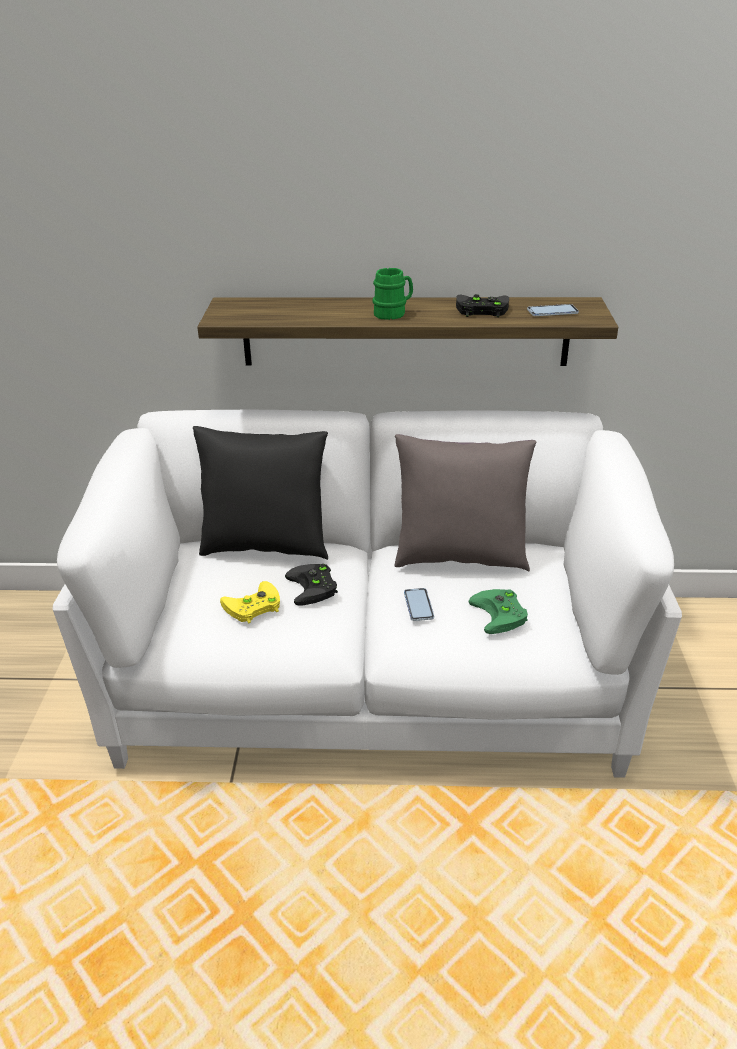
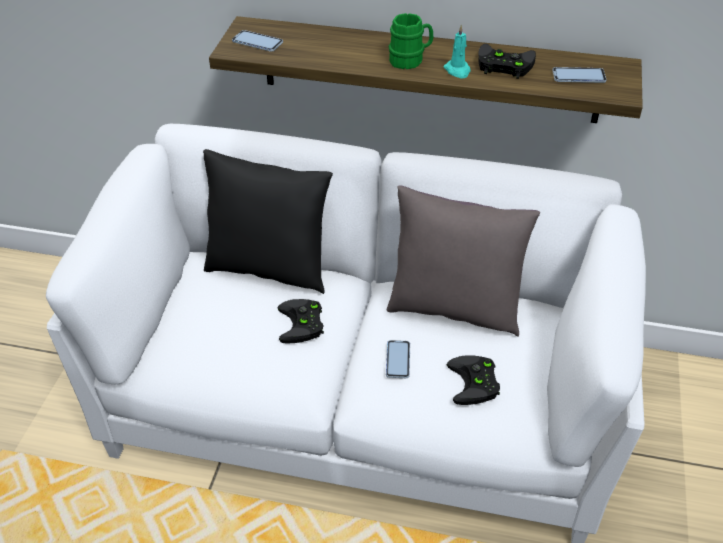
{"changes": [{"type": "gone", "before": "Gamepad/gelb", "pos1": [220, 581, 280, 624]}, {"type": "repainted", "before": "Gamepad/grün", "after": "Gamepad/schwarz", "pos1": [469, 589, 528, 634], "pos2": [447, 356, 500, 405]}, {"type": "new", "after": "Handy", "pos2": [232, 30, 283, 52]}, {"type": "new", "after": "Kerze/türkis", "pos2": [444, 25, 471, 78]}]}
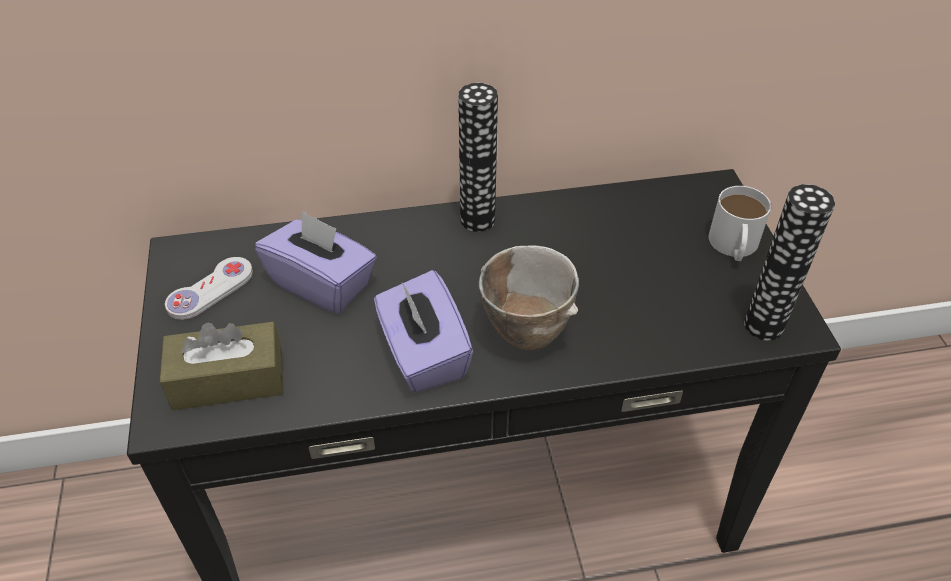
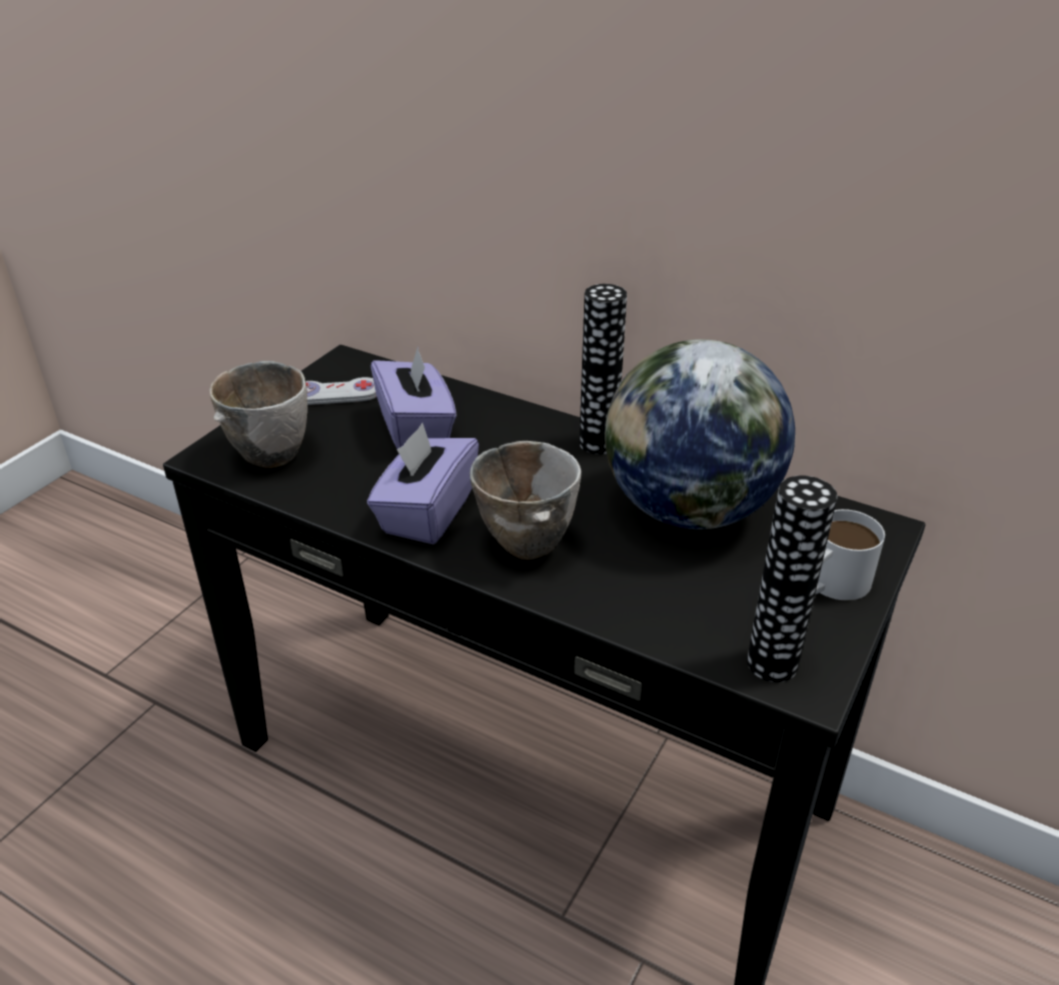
{"changes": [{"type": "swapped", "before": "Taschentuchbox/braun", "after": "Schüssel", "pos1": [159, 322, 283, 410], "pos2": [209, 361, 308, 468]}, {"type": "new", "after": "Globus", "pos2": [605, 339, 795, 529]}]}
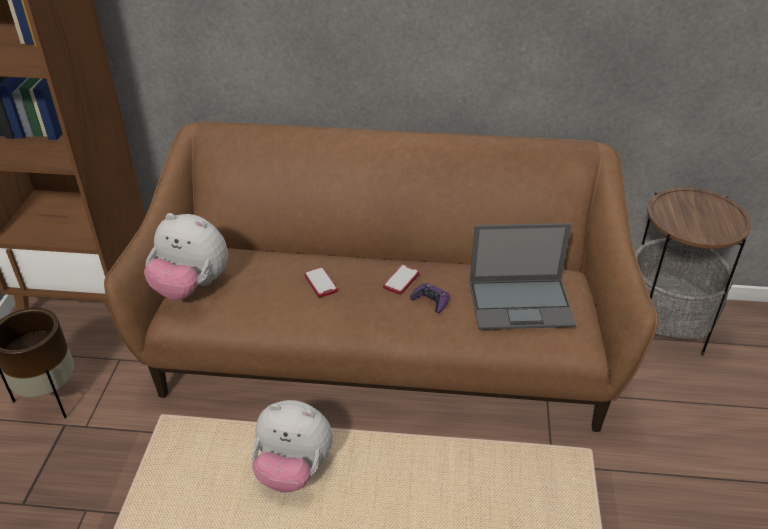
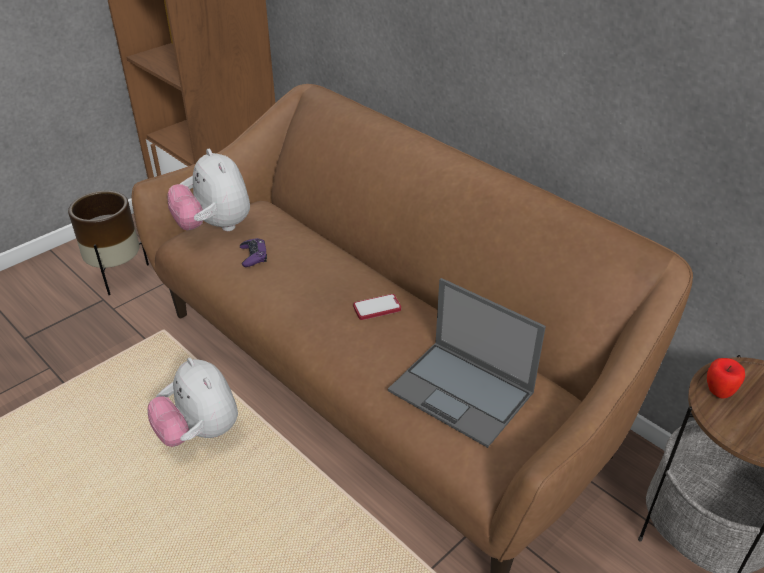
{"changes": [{"type": "gone", "before": "Handy", "pos1": [304, 267, 338, 298]}, {"type": "shifted", "before": "Gamepad/lila", "pos1": [410, 283, 449, 313], "pos2": [240, 238, 267, 267]}, {"type": "new", "after": "Apfel", "pos2": [707, 358, 745, 399]}]}
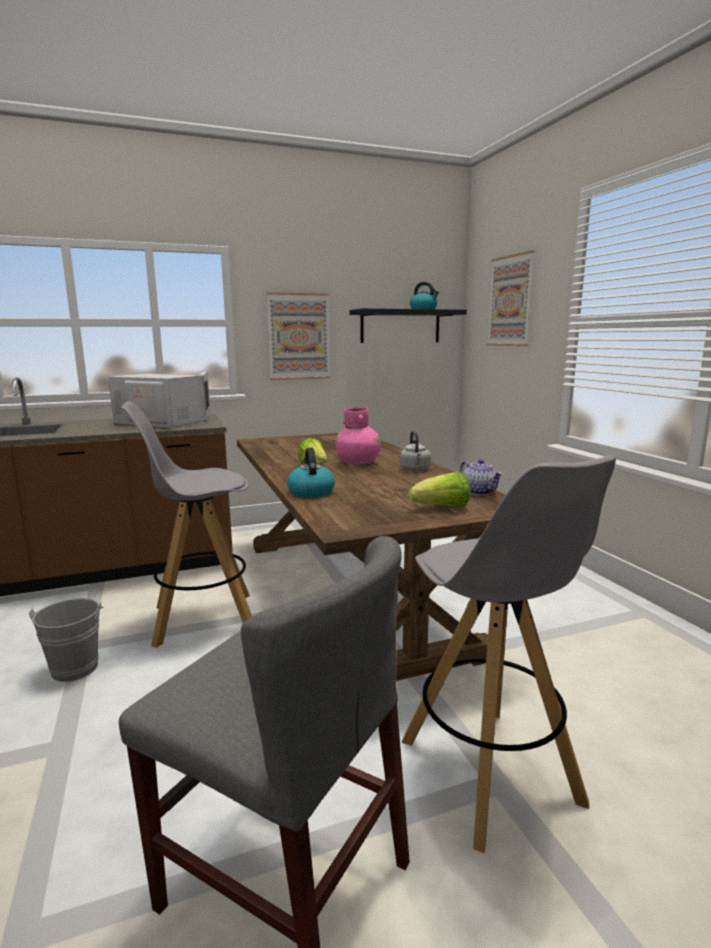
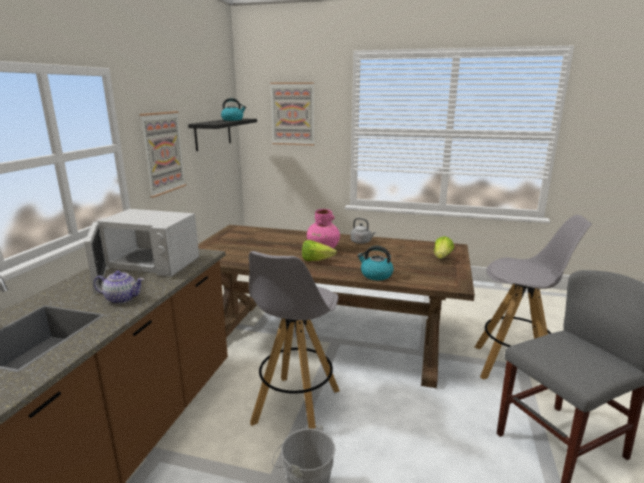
{"changes": [{"type": "rotated", "before": "Mikrowelle/weiß", "pos1": [108, 372, 211, 428], "pos2": [84, 209, 199, 294], "turn": -135}, {"type": "shifted", "before": "Teekanne", "pos1": [460, 459, 503, 495], "pos2": [94, 271, 144, 304]}]}
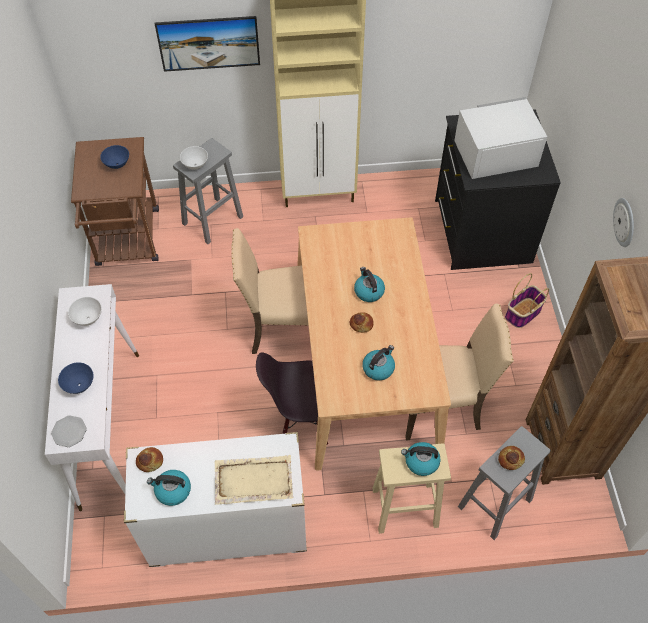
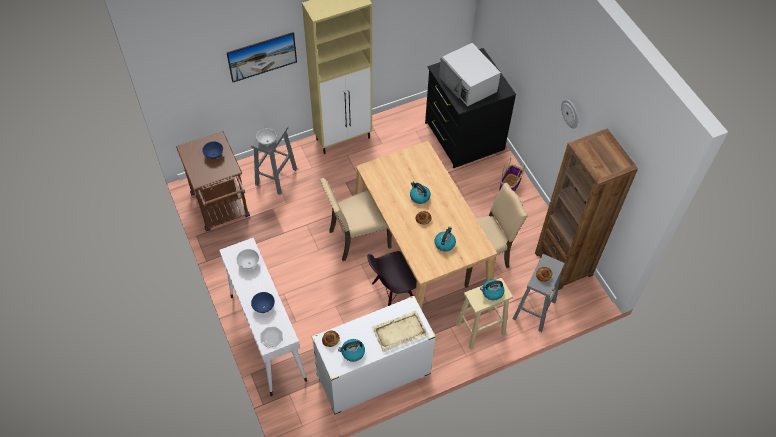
{"changes": [{"type": "rotated", "before": "Mikrowelle/weiß", "pos1": [454, 97, 547, 179], "pos2": [439, 43, 501, 106], "turn": -90}]}
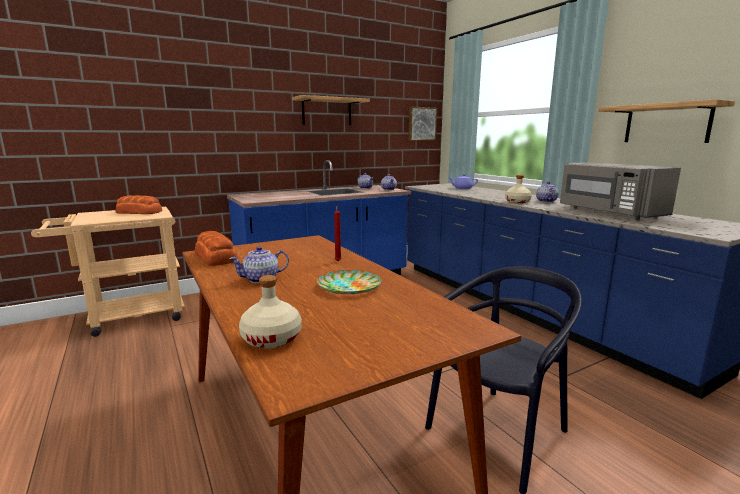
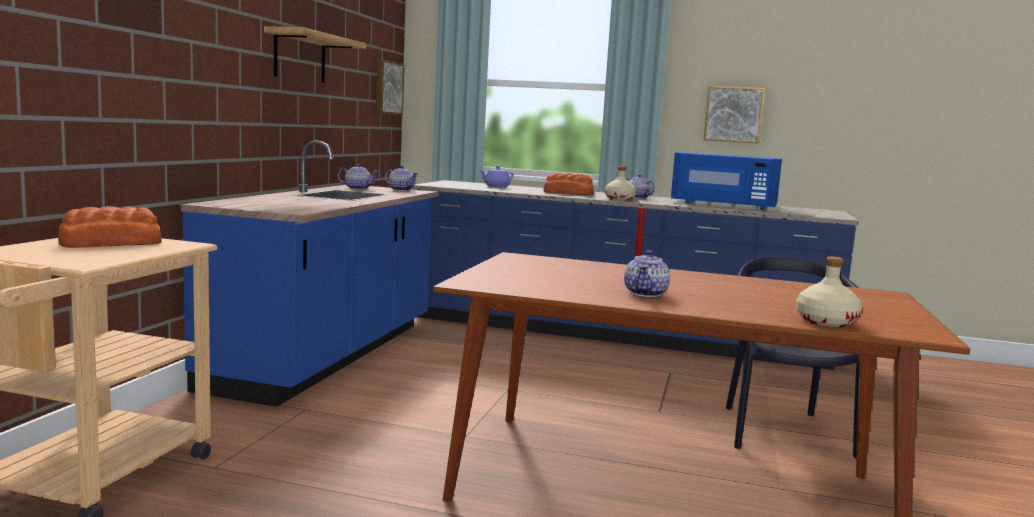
{"changes": [{"type": "shifted", "before": "Brot", "pos1": [195, 231, 238, 266], "pos2": [543, 172, 594, 196]}, {"type": "gone", "before": "Teller", "pos1": [317, 270, 382, 294]}, {"type": "repainted", "before": "Mikrowelle/grau", "after": "Mikrowelle/blau", "pos1": [560, 162, 681, 220], "pos2": [671, 152, 782, 210]}, {"type": "swapped", "before": "Wandregal", "after": "Bild", "pos1": [599, 99, 735, 143], "pos2": [704, 86, 765, 143]}]}
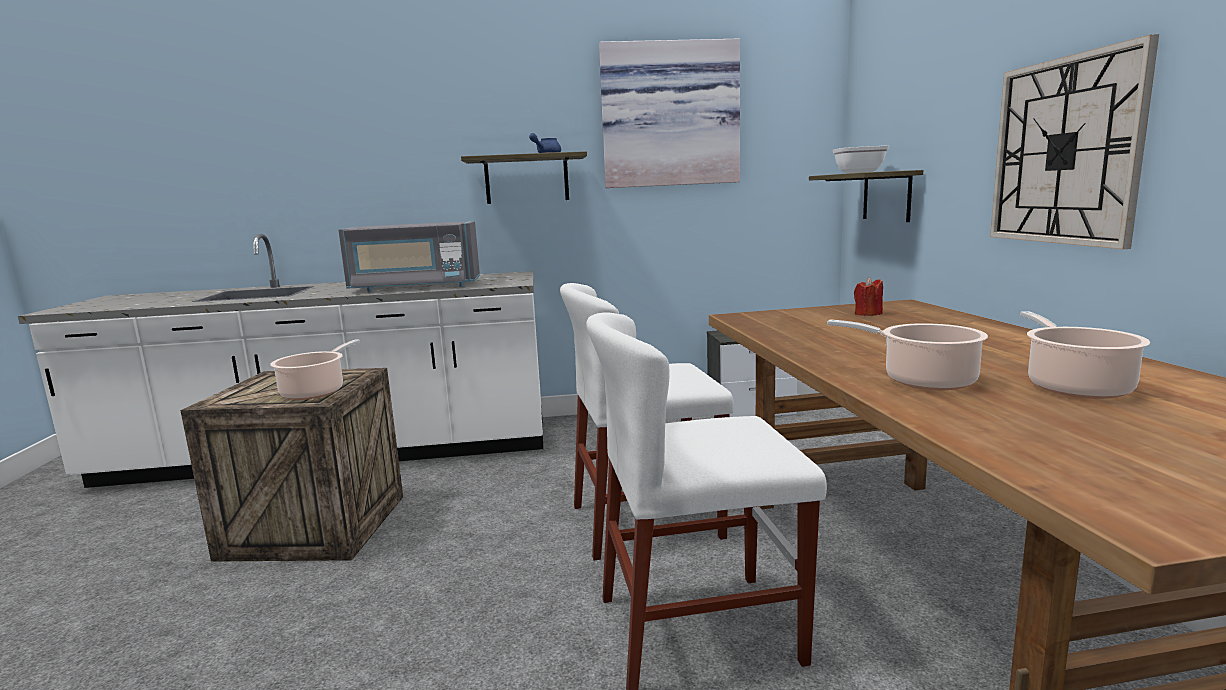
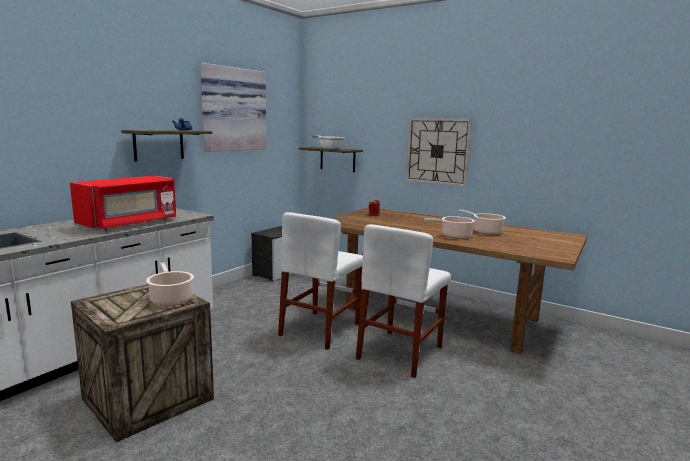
{"changes": [{"type": "repainted", "before": "Mikrowelle/grau", "after": "Mikrowelle/rot", "pos1": [338, 221, 480, 292], "pos2": [70, 175, 176, 231]}]}
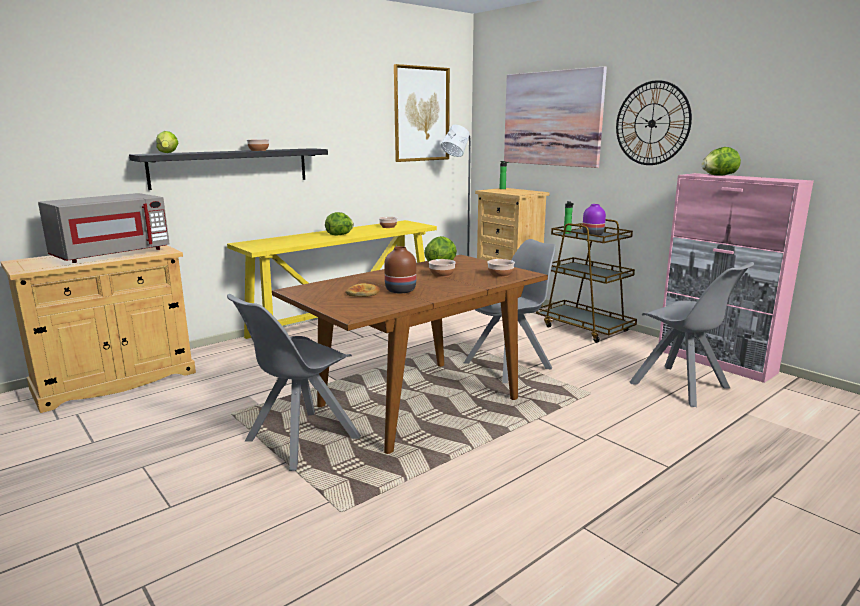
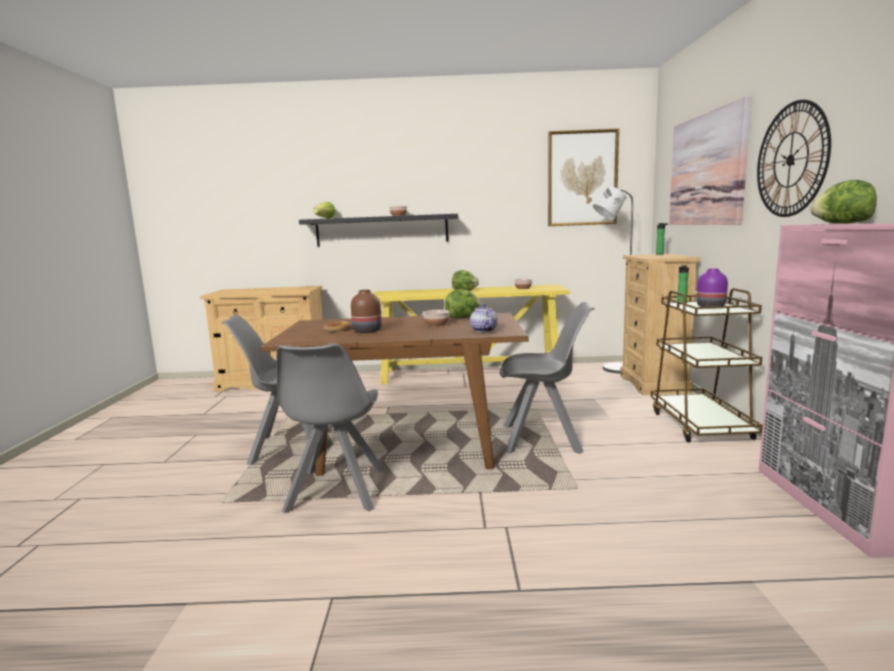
{"changes": [{"type": "gone", "before": "Mikrowelle/grau", "pos1": [38, 193, 170, 263]}, {"type": "swapped", "before": "Schüssel", "after": "Teekanne", "pos1": [488, 259, 515, 277], "pos2": [470, 304, 498, 332]}, {"type": "shifted", "before": "Stuhl/grau", "pos1": [630, 262, 754, 407], "pos2": [276, 344, 385, 513]}]}
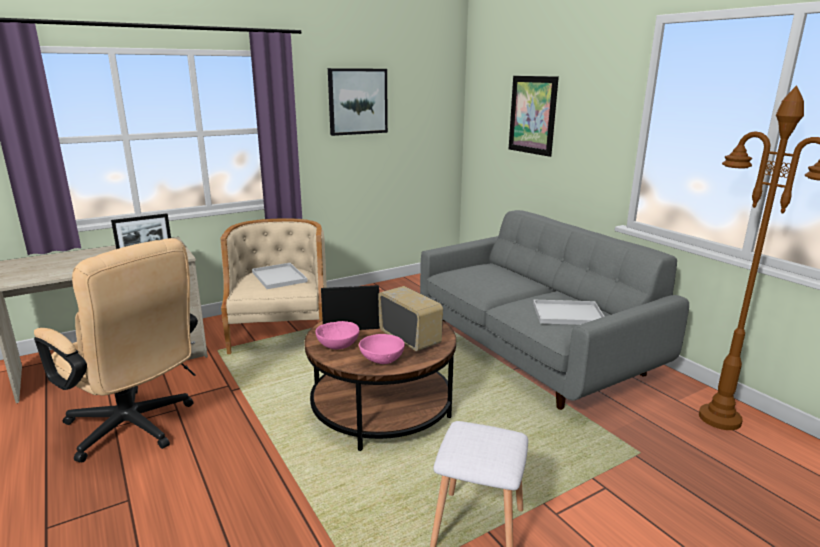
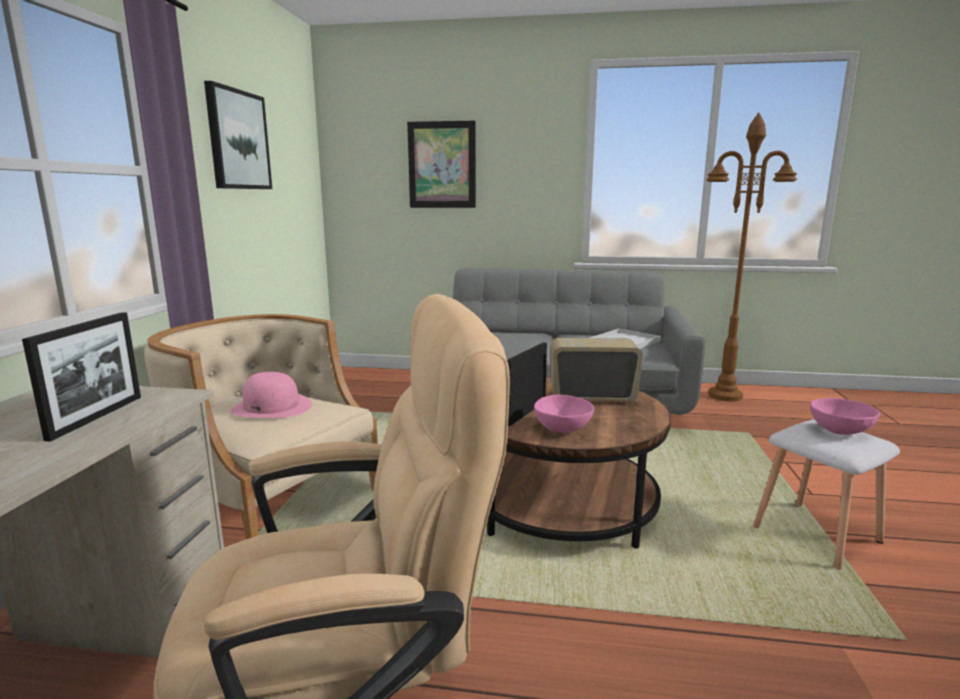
{"changes": [{"type": "swapped", "before": "Tablett/weiß", "after": "Hut/rosa", "pos1": [252, 263, 308, 289], "pos2": [231, 372, 312, 418]}, {"type": "shifted", "before": "Schüssel/rosa", "pos1": [359, 334, 405, 364], "pos2": [810, 398, 881, 435]}]}
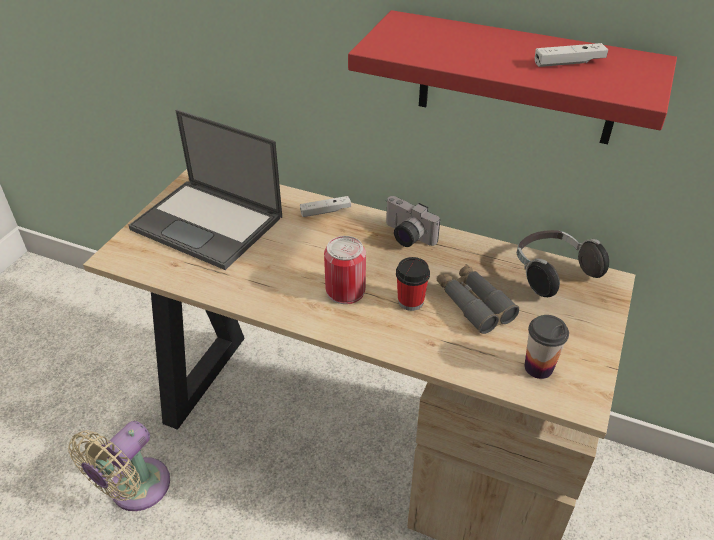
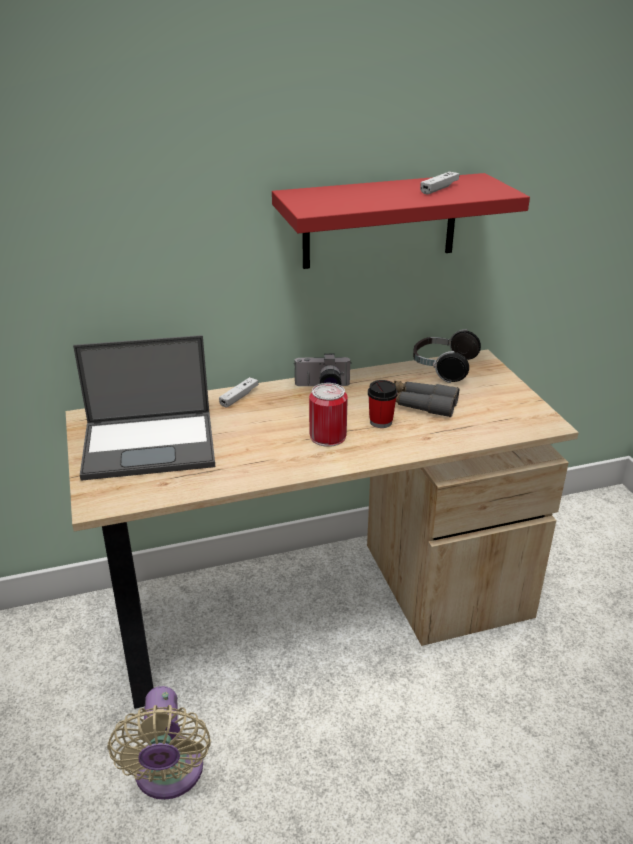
{"changes": [{"type": "gone", "before": "Tasse", "pos1": [524, 315, 569, 379]}]}
